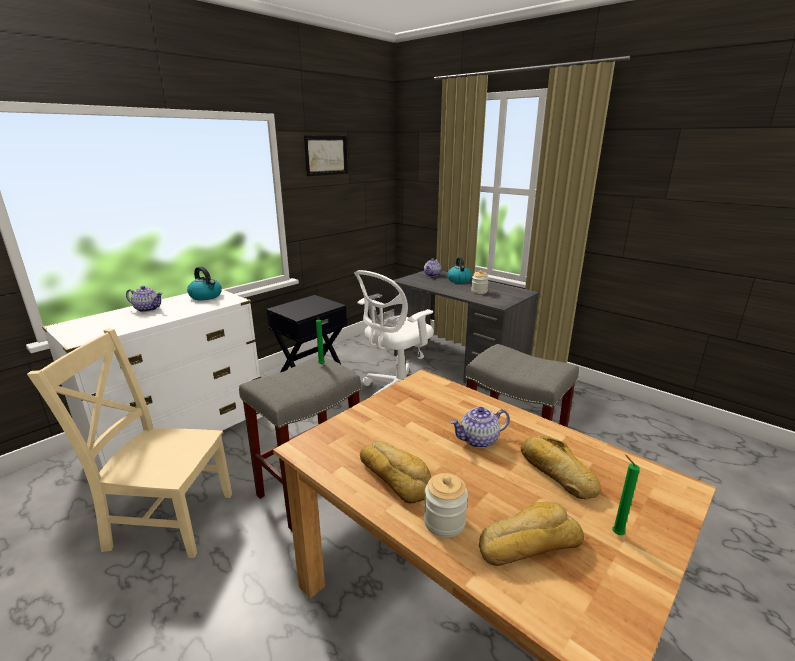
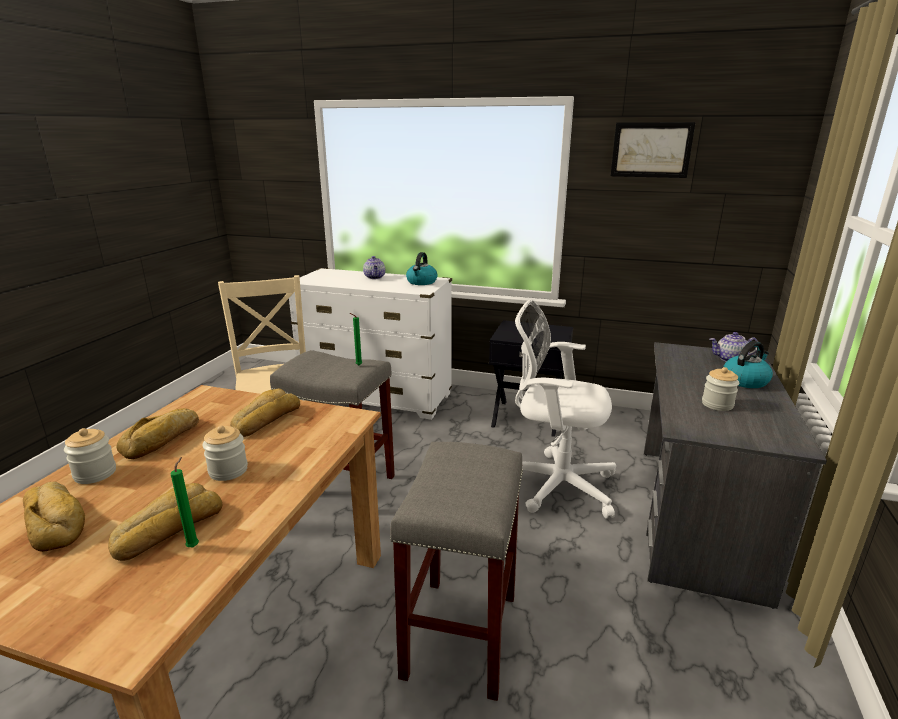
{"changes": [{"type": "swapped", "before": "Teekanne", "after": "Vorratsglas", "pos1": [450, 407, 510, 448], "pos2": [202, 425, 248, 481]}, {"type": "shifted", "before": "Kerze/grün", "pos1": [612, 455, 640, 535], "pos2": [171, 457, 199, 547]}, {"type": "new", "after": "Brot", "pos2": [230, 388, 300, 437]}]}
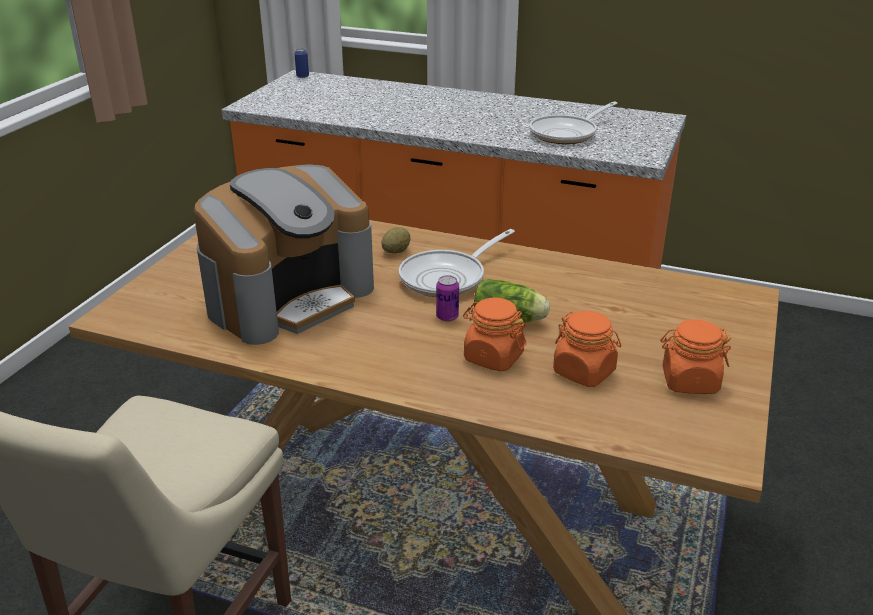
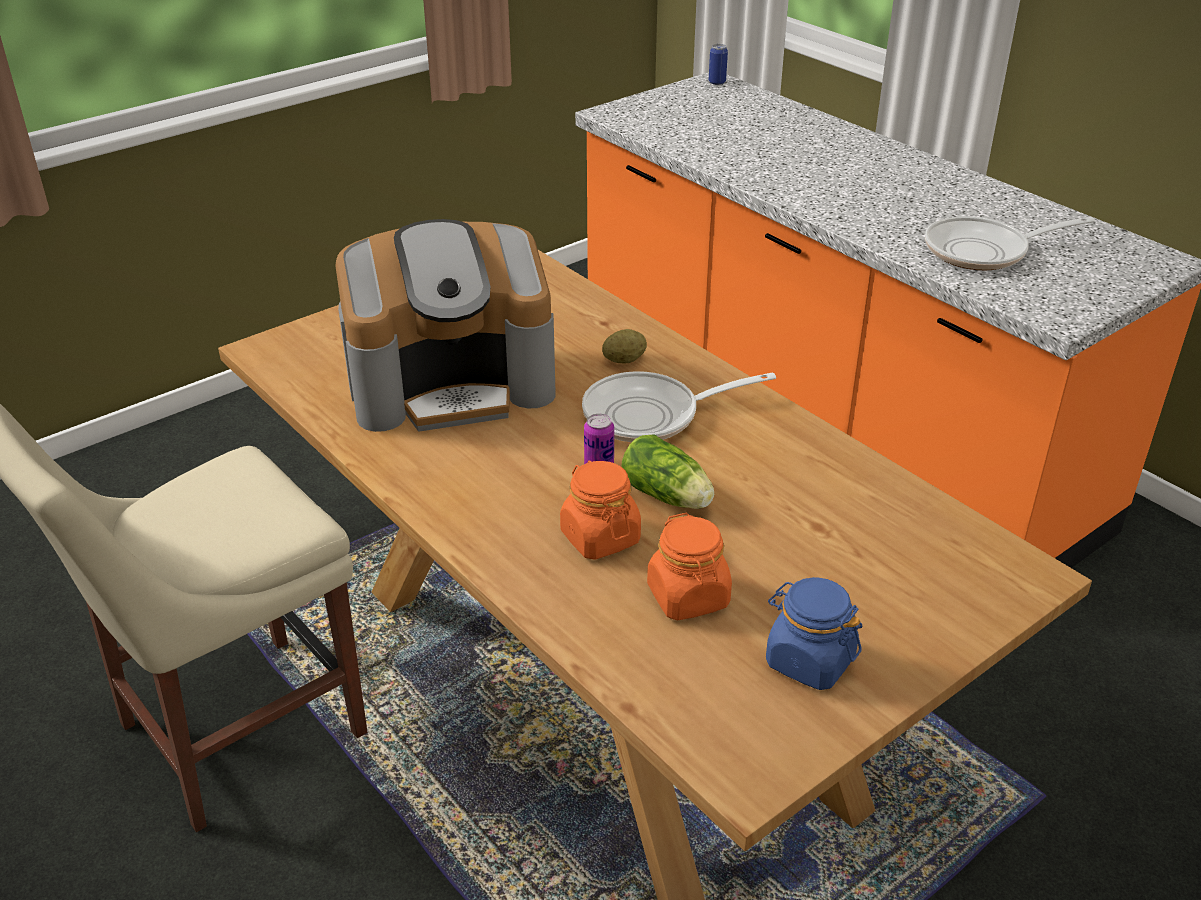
{"changes": [{"type": "repainted", "before": "Vorratsglas/orange", "after": "Vorratsglas/blau", "pos1": [660, 319, 731, 394], "pos2": [766, 577, 862, 690]}]}
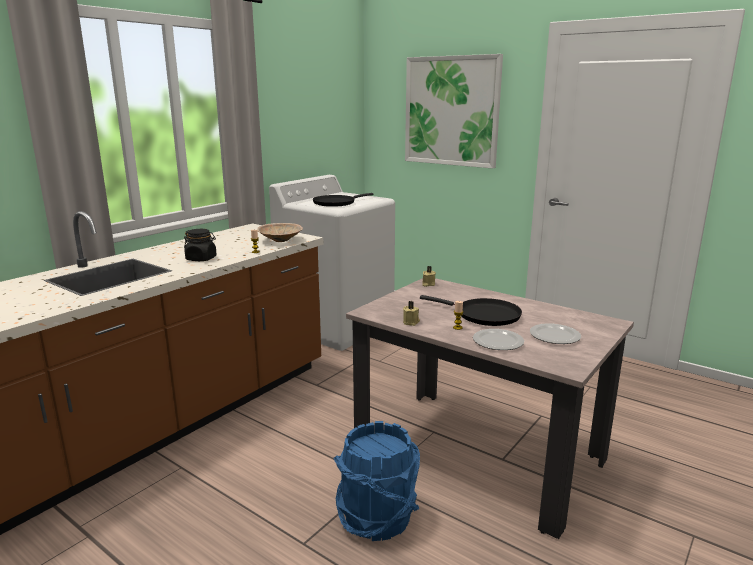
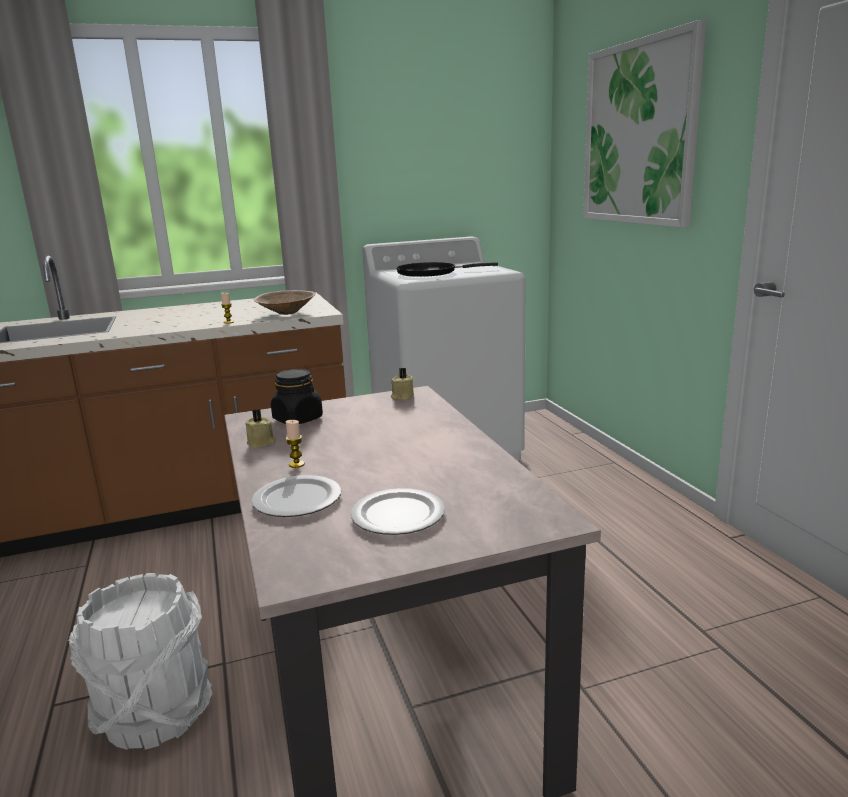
{"changes": [{"type": "shifted", "before": "Vorratsglas/schwarz", "pos1": [184, 229, 217, 261], "pos2": [271, 369, 323, 424]}, {"type": "repainted", "before": "Eimer/blau", "after": "Eimer/weiß", "pos1": [334, 421, 420, 541], "pos2": [68, 573, 212, 750]}, {"type": "gone", "before": "Pfanne/schwarz", "pos1": [420, 295, 522, 326]}]}
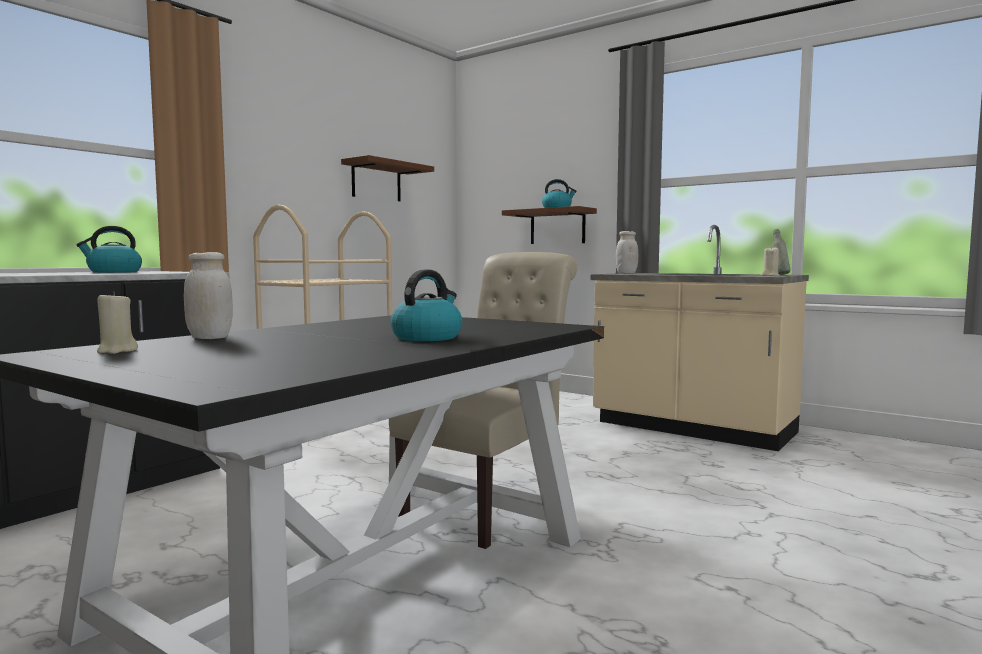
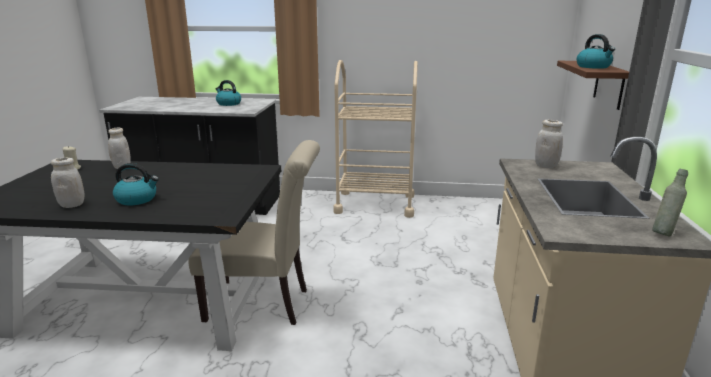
{"changes": [{"type": "gone", "before": "Wandregal/braun", "pos1": [341, 155, 434, 201]}, {"type": "gone", "before": "Kerze/beige", "pos1": [761, 246, 779, 276]}, {"type": "new", "after": "Vorratsglas/weiß", "pos2": [51, 158, 85, 208]}]}
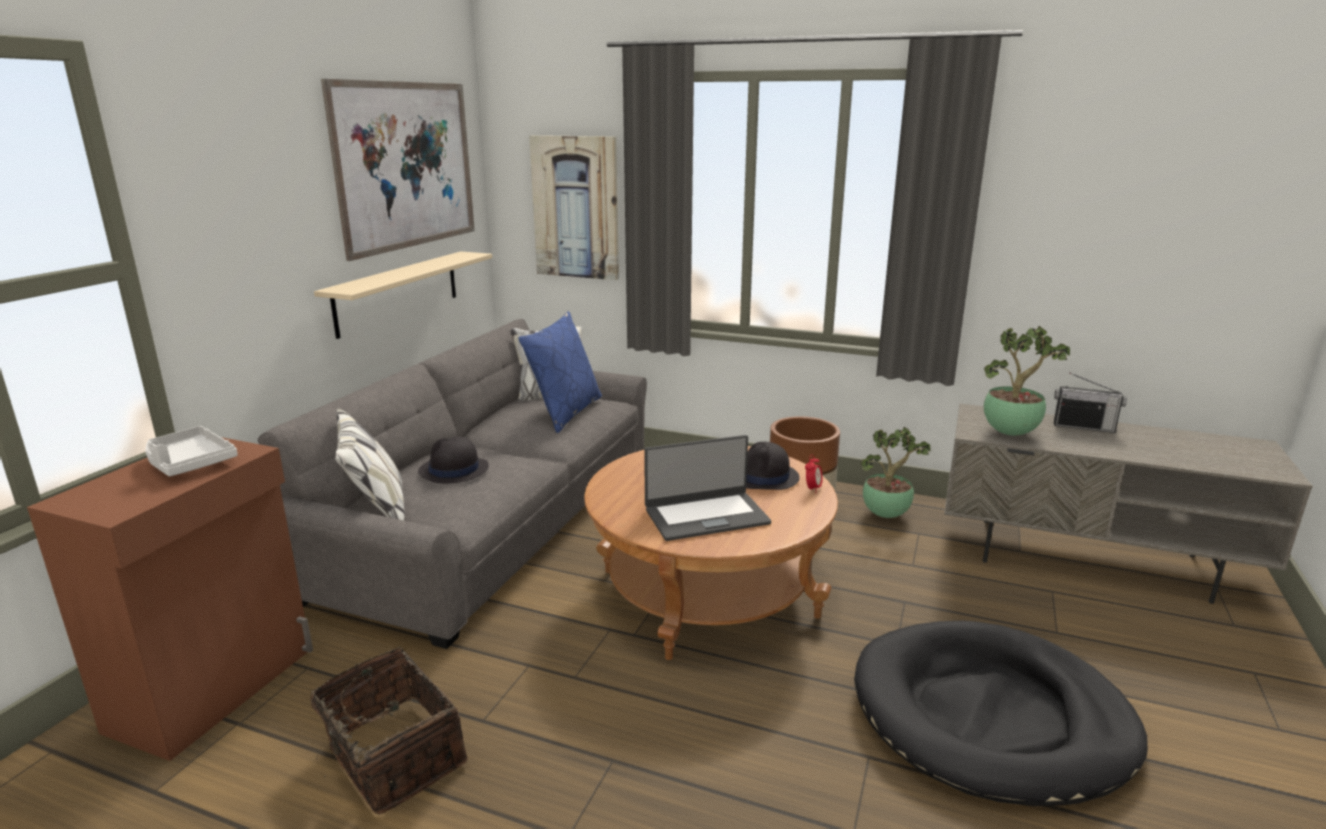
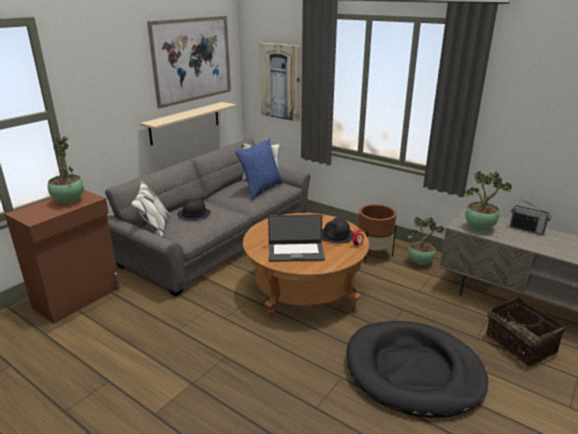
{"changes": [{"type": "swapped", "before": "Tablett/grau", "after": "Topfpflanze", "pos1": [145, 426, 238, 476], "pos2": [48, 136, 84, 203]}, {"type": "shifted", "before": "Korb", "pos1": [311, 647, 468, 815], "pos2": [486, 297, 566, 366]}]}
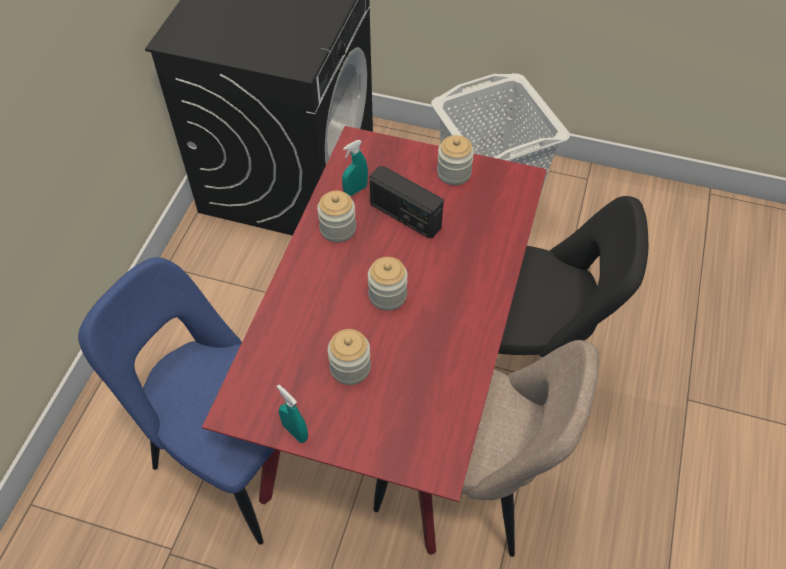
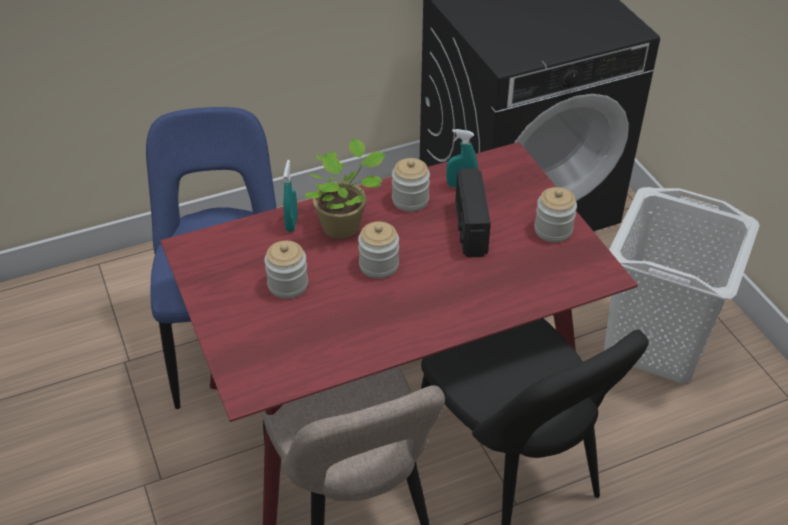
{"changes": [{"type": "shifted", "before": "Sprühflasche/türkis", "pos1": [277, 385, 308, 443], "pos2": [283, 160, 298, 232]}, {"type": "new", "after": "Topfpflanze", "pos2": [305, 138, 386, 239]}]}
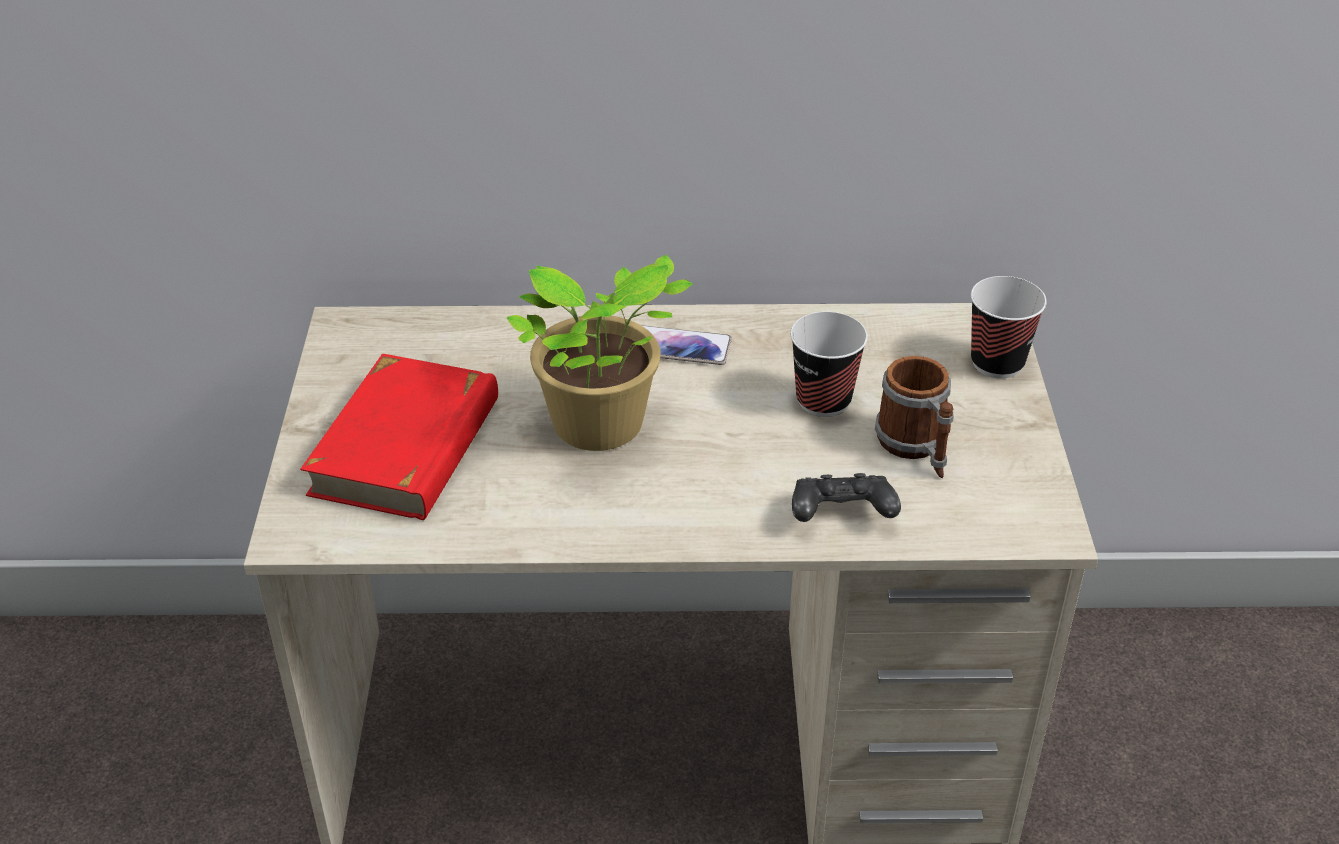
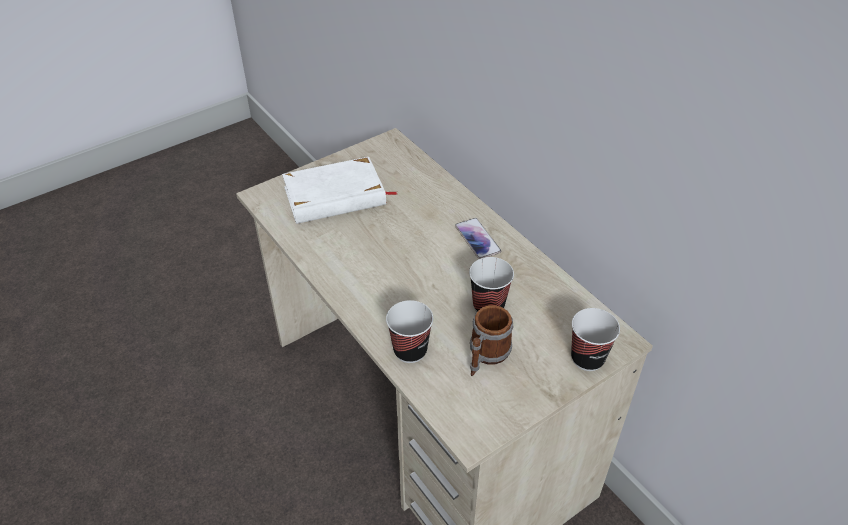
{"changes": [{"type": "repainted", "before": "Buch/rot", "after": "Buch/weiß", "pos1": [300, 354, 498, 520], "pos2": [282, 157, 398, 224]}, {"type": "gone", "before": "Topfpflanze", "pos1": [507, 255, 693, 451]}, {"type": "swapped", "before": "Gamepad/schwarz", "after": "Tasse", "pos1": [792, 473, 901, 522], "pos2": [386, 300, 433, 363]}]}
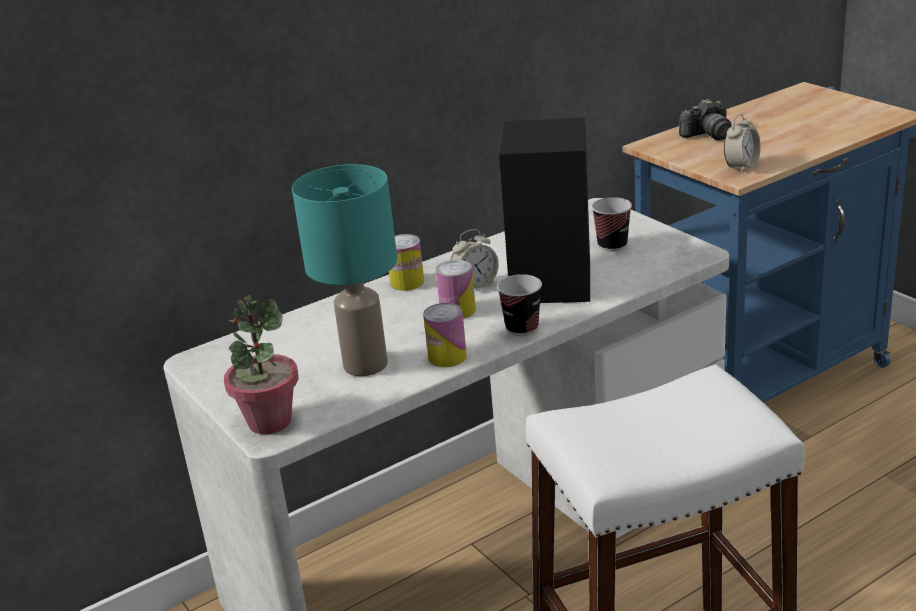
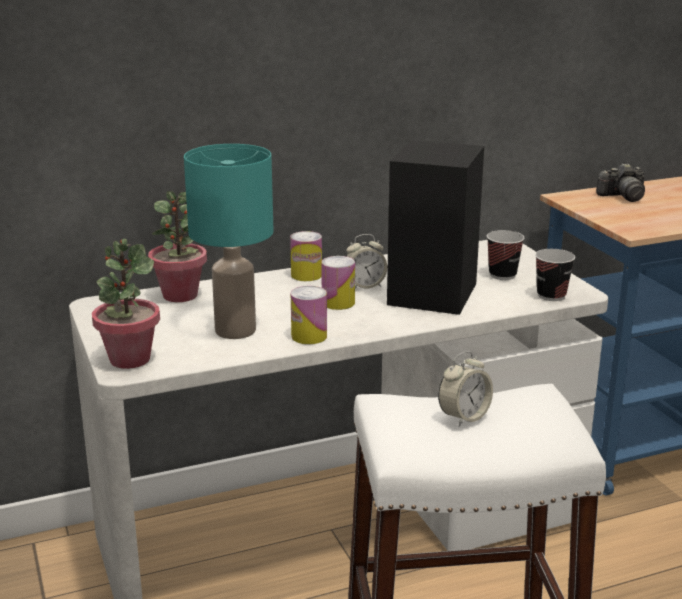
{"changes": [{"type": "shifted", "before": "Tasse", "pos1": [497, 274, 542, 336], "pos2": [535, 249, 575, 301]}, {"type": "shifted", "before": "Wecker", "pos1": [724, 114, 761, 173], "pos2": [438, 351, 493, 427]}, {"type": "new", "after": "Topfpflanze", "pos2": [148, 191, 207, 302]}]}
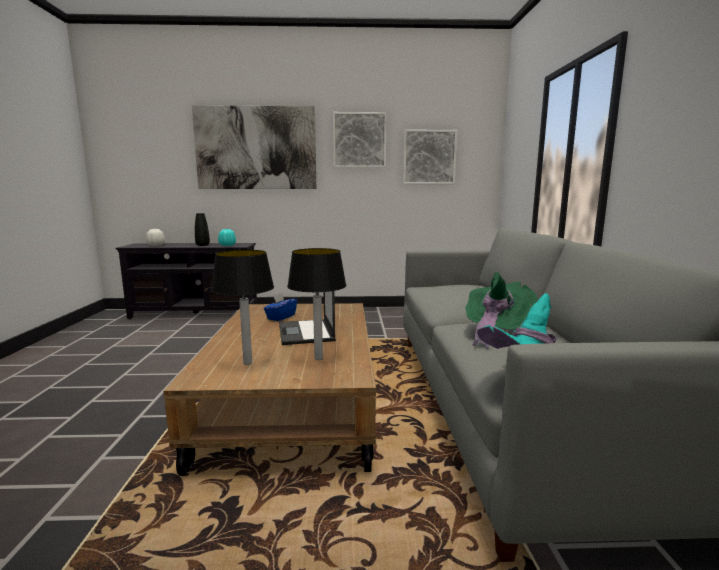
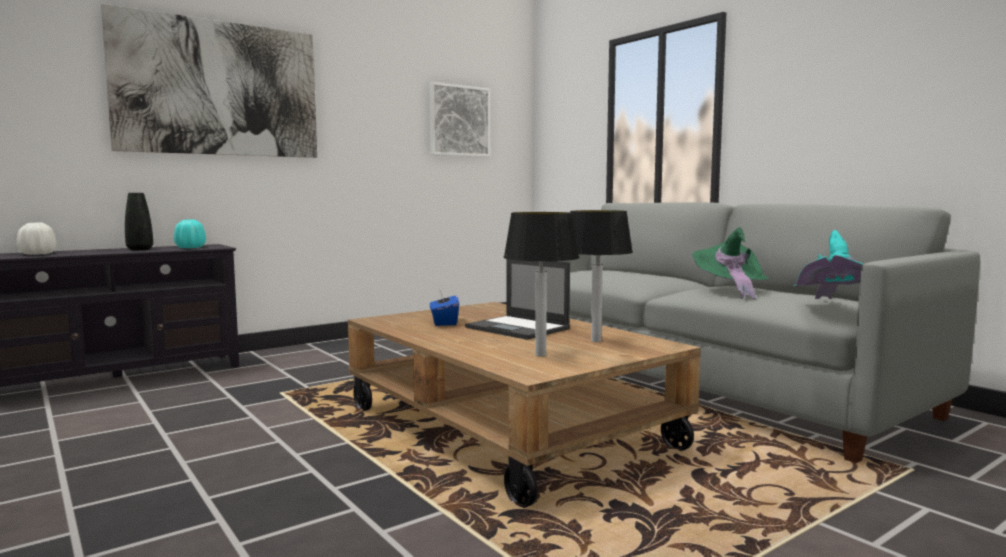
{"changes": [{"type": "gone", "before": "Bild", "pos1": [333, 112, 387, 168]}]}
